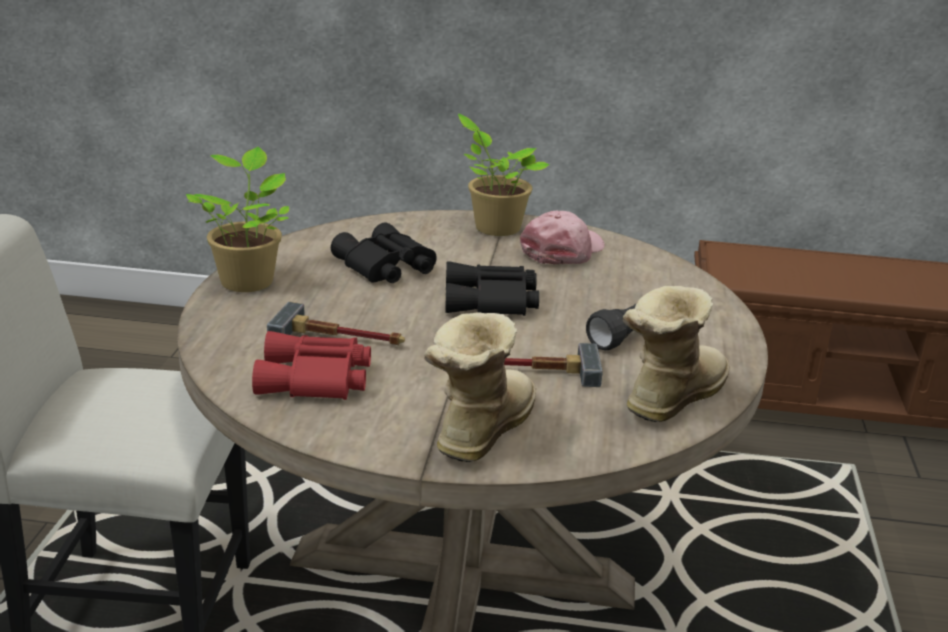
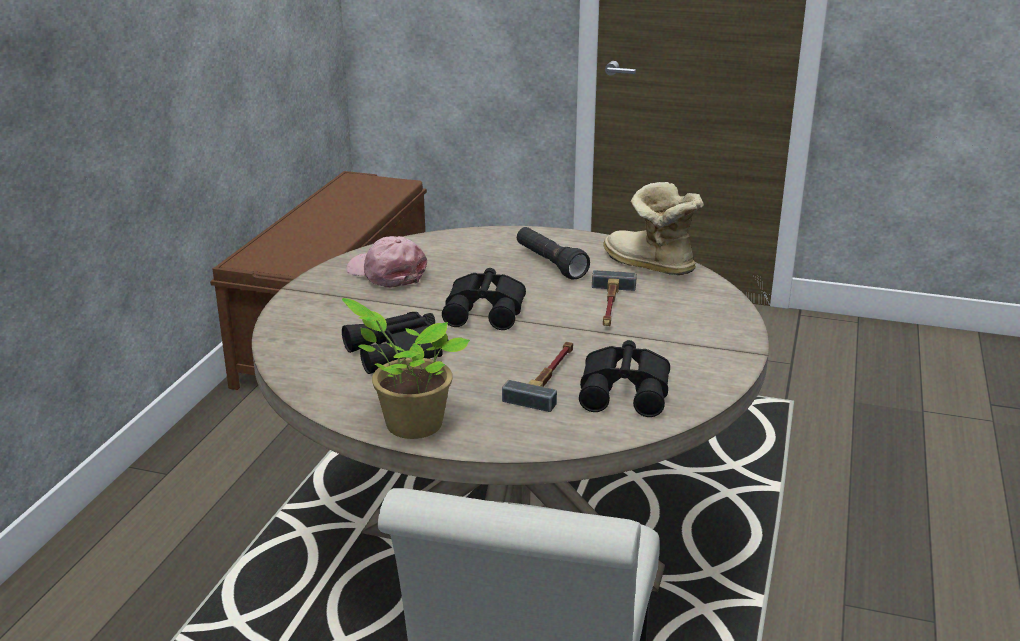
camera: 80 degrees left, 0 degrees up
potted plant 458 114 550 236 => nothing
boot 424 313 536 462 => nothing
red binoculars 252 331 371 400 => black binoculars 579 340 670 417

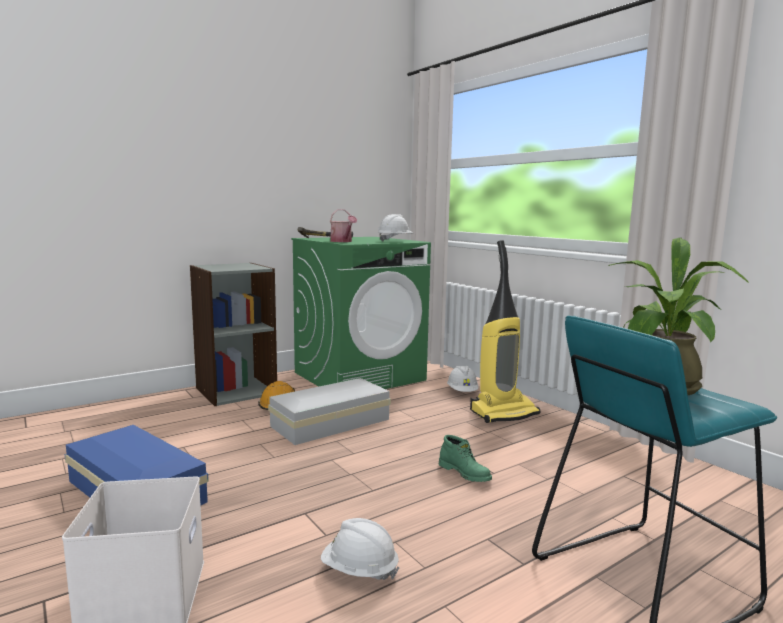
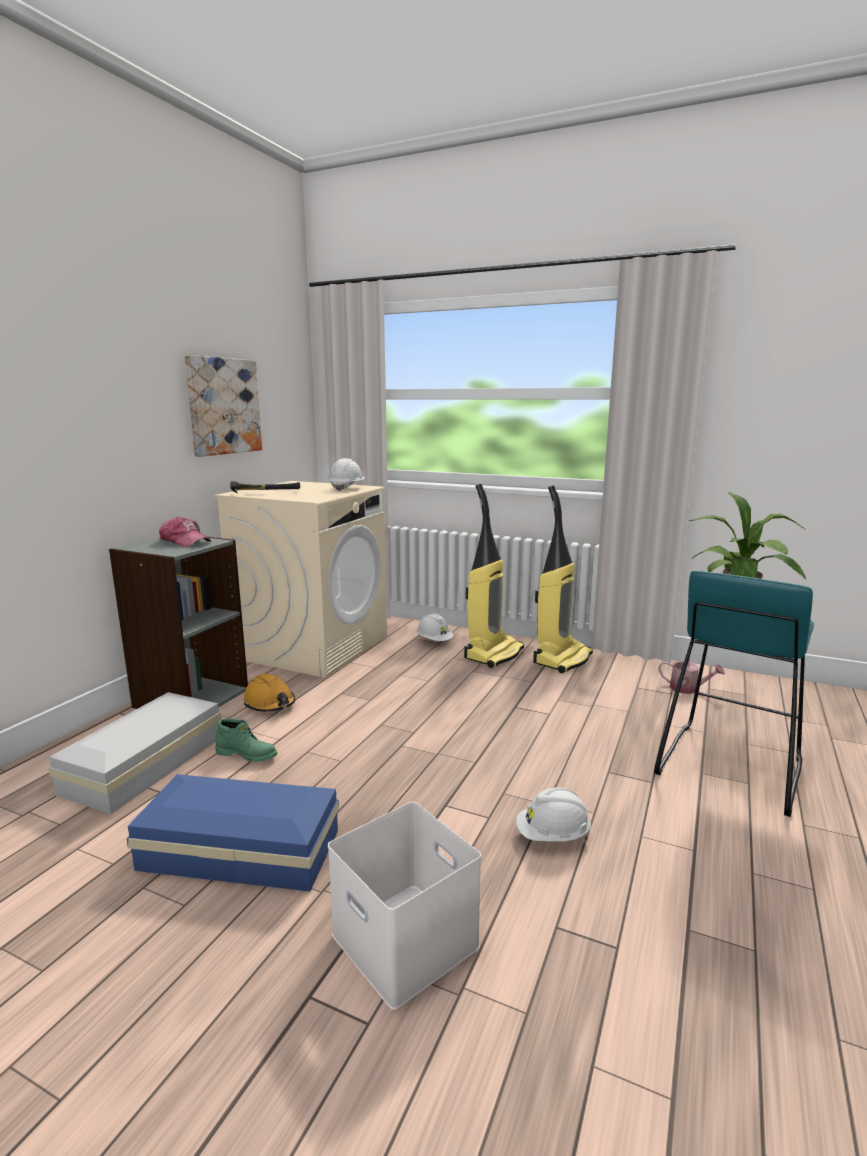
camera: 30 degrees left, 5 degrees up
watering can 330 209 357 242 => watering can 659 652 725 694, moved
green washing machine 291 237 431 389 => beige washing machine 214 481 387 678
white storage box 268 378 391 445 => white storage box 48 692 222 814, moved
green boot 439 435 492 482 => green boot 215 718 277 762, moved
nothing => picture 185 355 262 457
nothing => vacuum cleaner 533 485 593 673
nothing => cap 159 516 211 547

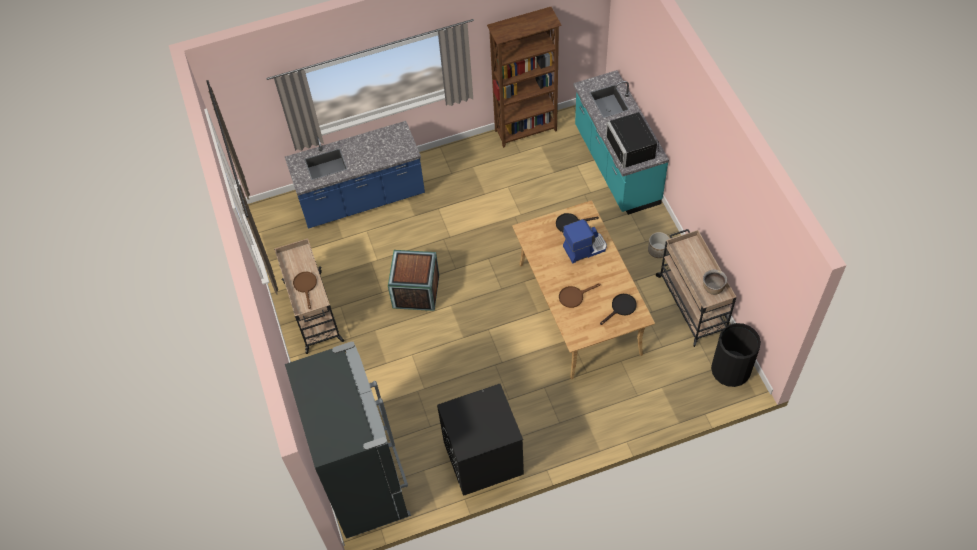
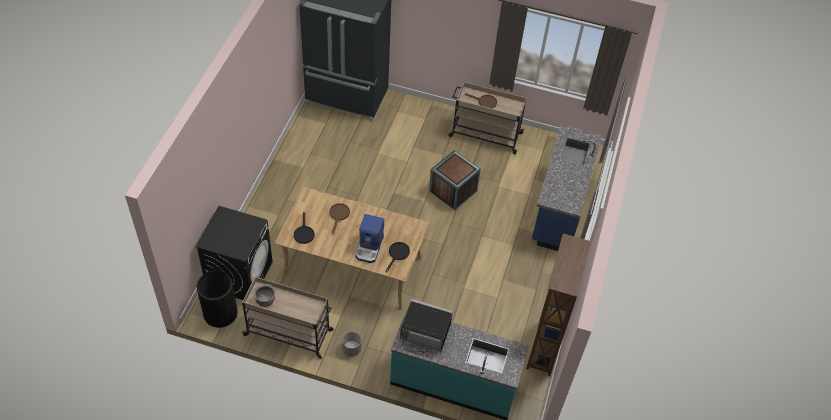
camera: 120 degrees right, 5 degrees down
black washing machine 437 384 524 496 => black washing machine 195 206 273 300, moved

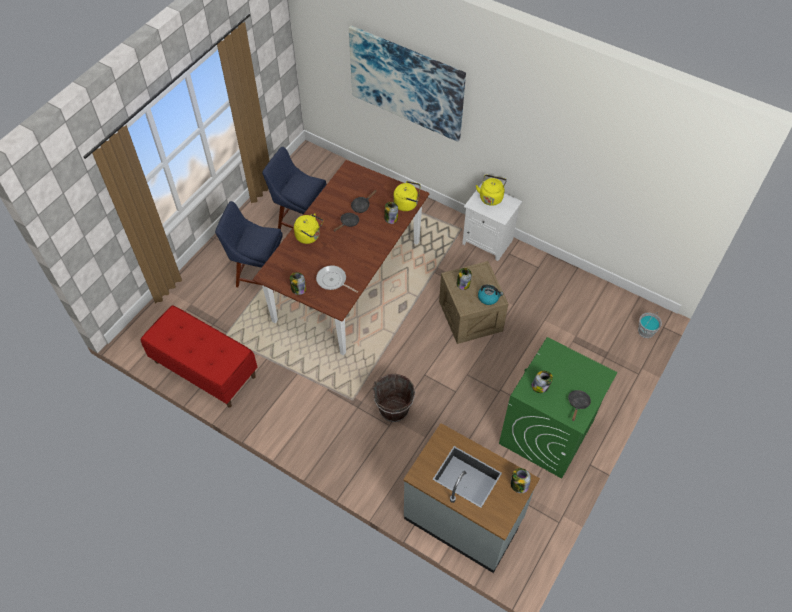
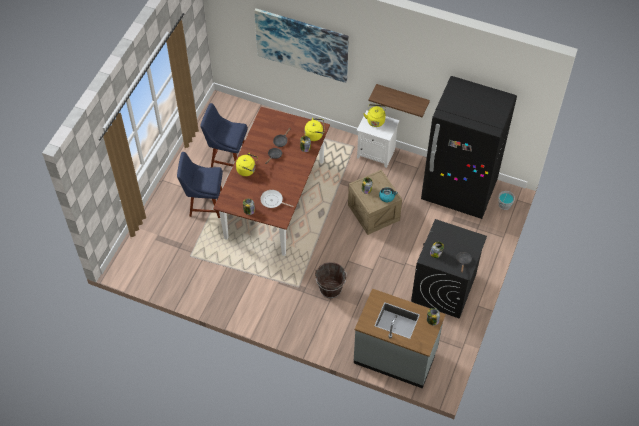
camera: 10 degrees left, 0 degrees up
red bench 141 305 258 408 => nothing
green washing machine 499 337 618 479 => black washing machine 411 219 487 319
nothing => black fridge 421 76 517 219
nothing => shelf 369 84 430 117

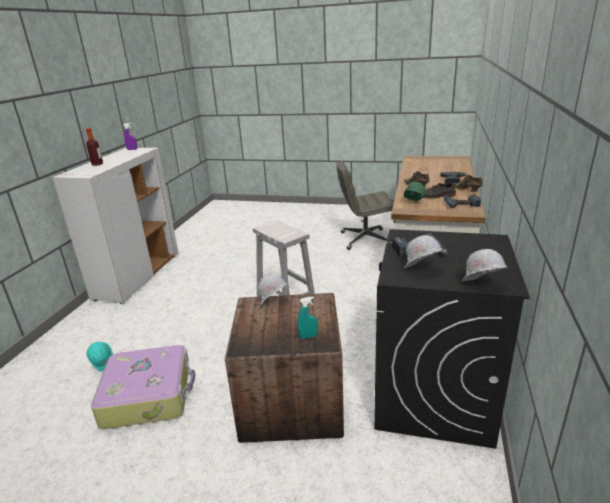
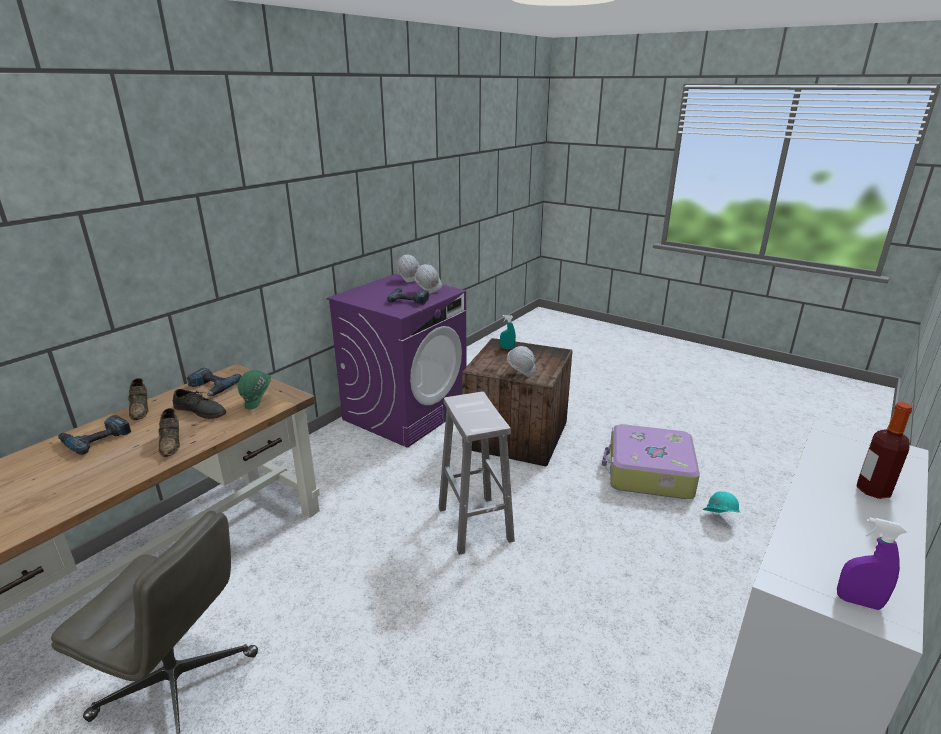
camera: 160 degrees left, 0 degrees up
black washing machine 374 229 530 449 => purple washing machine 327 274 466 448

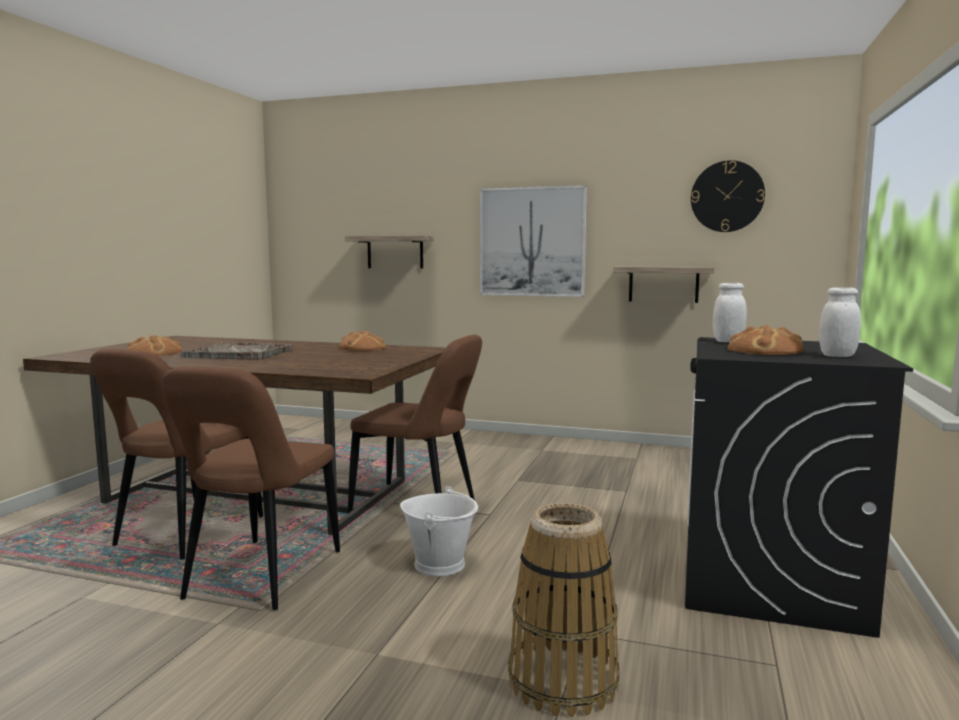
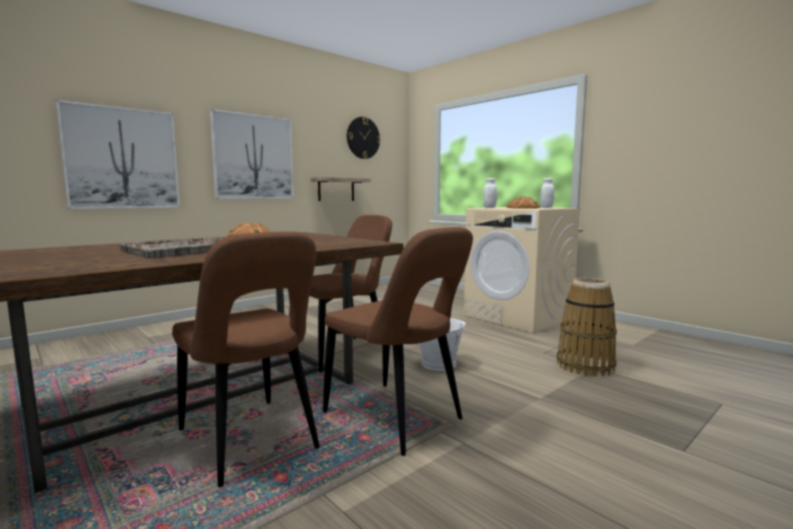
camera: 60 degrees left, 0 degrees up
shelf 345 235 434 269 => picture 56 100 180 209
bread 127 335 182 356 => nothing
black washing machine 685 337 913 638 => beige washing machine 464 207 581 333

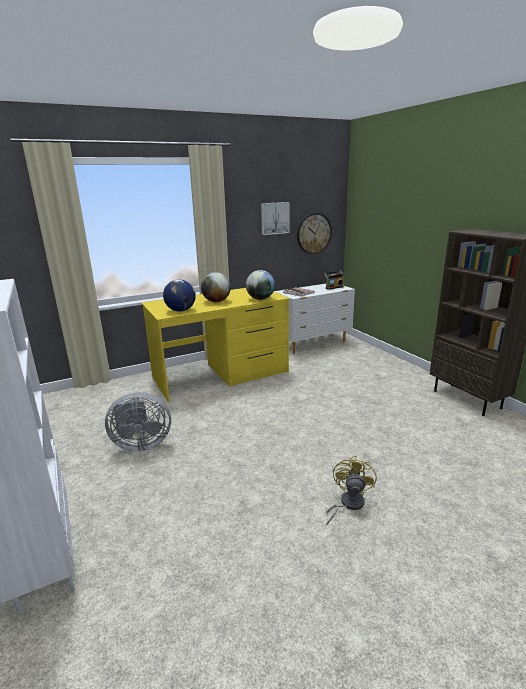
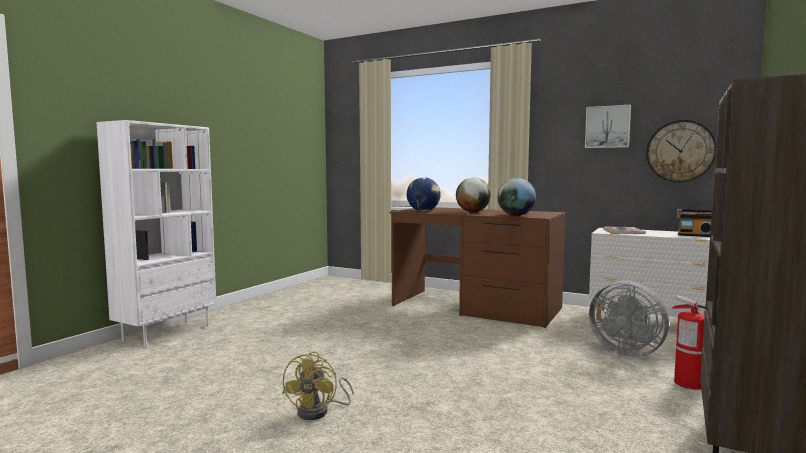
camera: 55 degrees right, 15 degrees down
yellow desk 141 288 290 402 => brown desk 390 207 566 328
grey fan 105 392 171 451 => grey fan 589 281 669 357, moved
yellow fan 326 456 377 525 => yellow fan 282 351 353 420, 120 degrees clockwise
nothing => fire extinguisher 672 295 705 390

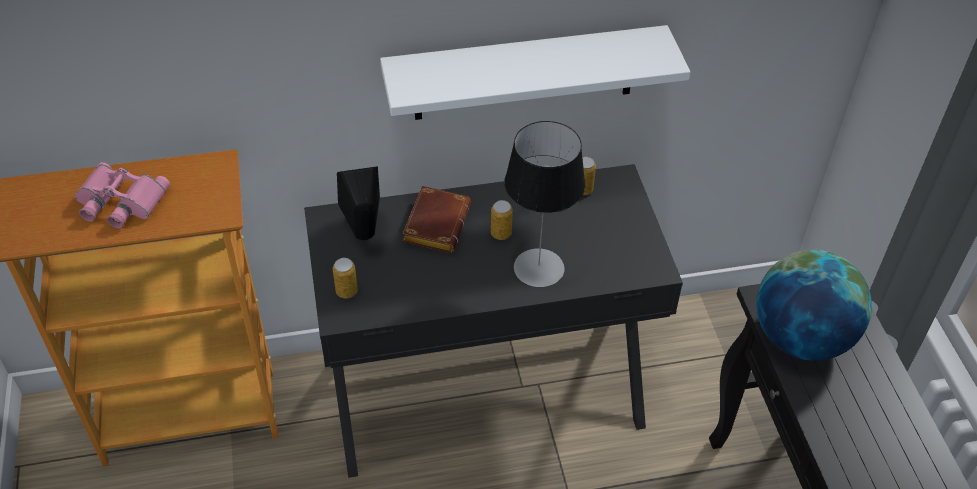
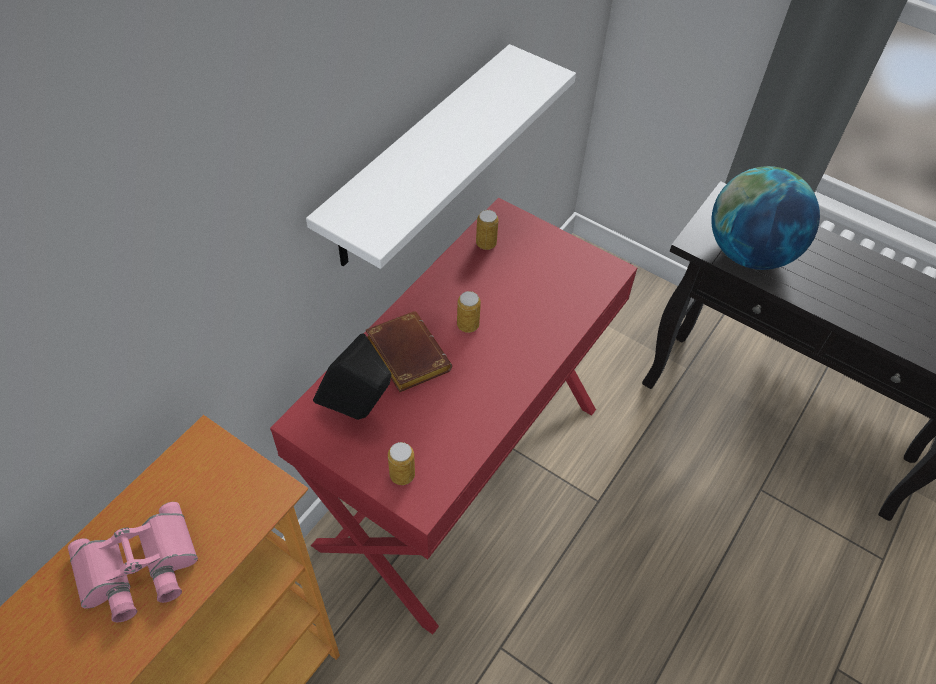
camera: 45 degrees left, 5 degrees up
table lamp 504 121 586 287 => nothing
black desk 304 164 683 478 => red desk 270 198 637 635

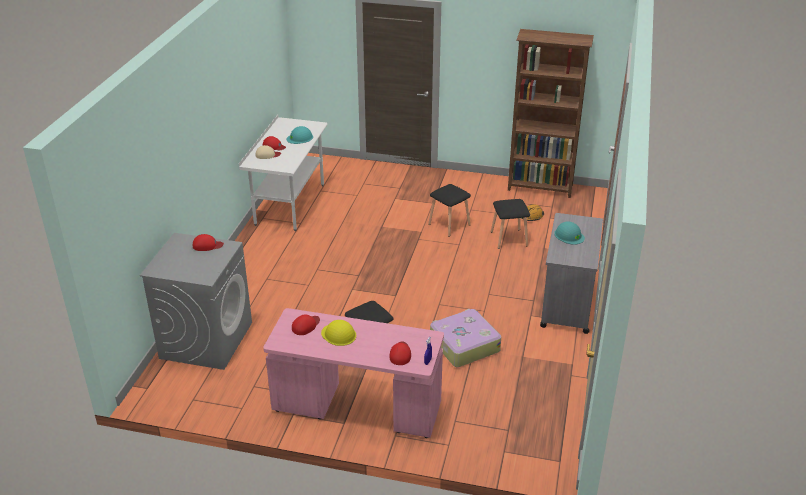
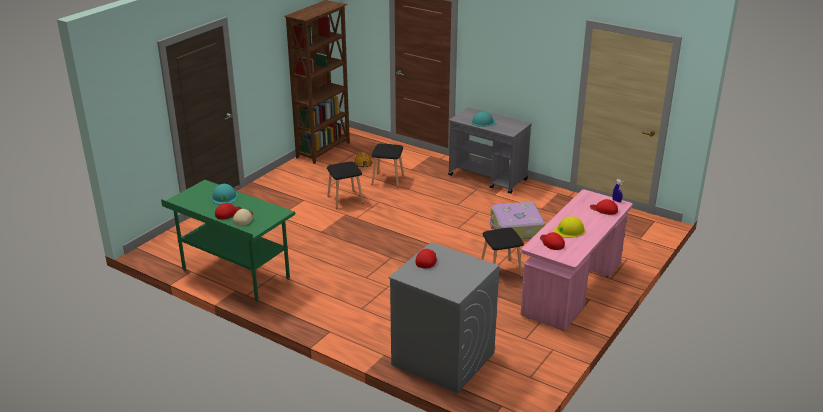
camera: 70 degrees left, 5 degrees down
white desk 239 115 328 231 => green desk 161 180 295 303

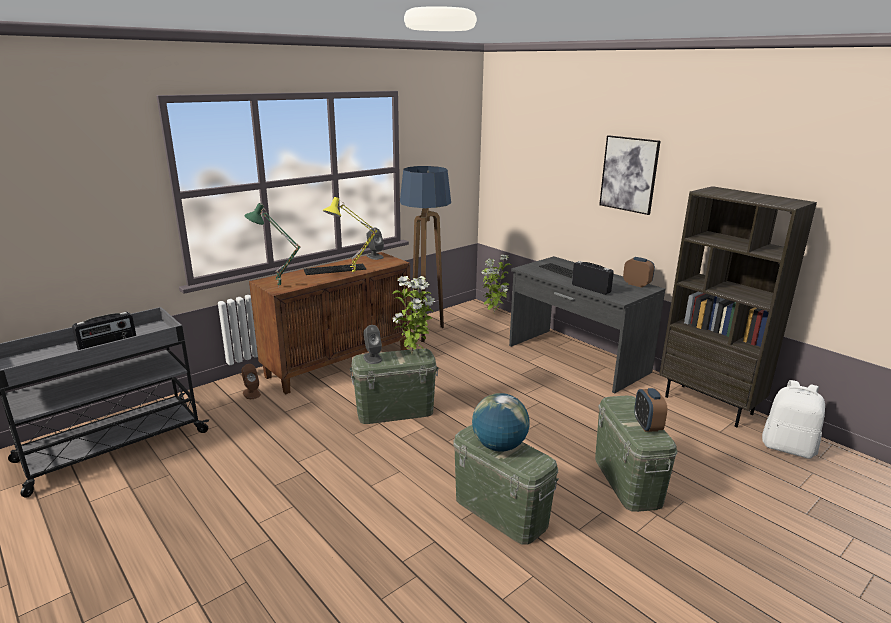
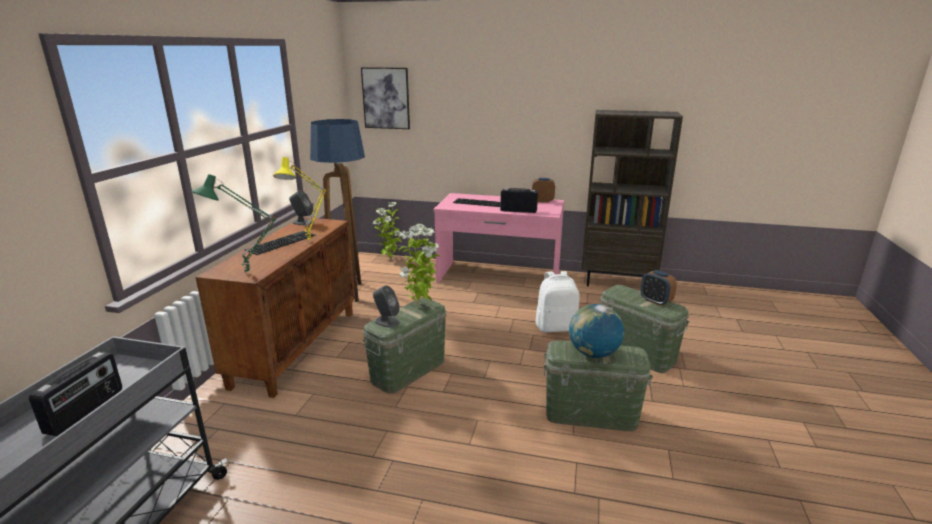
camera: 35 degrees left, 0 degrees up
picture 599 135 661 215 => picture 361 67 410 129, moved
grey desk 509 256 665 393 => pink desk 434 193 564 283
brown speaker 241 364 261 399 => nothing
white backpack 762 380 825 459 => white backpack 536 271 580 332, moved

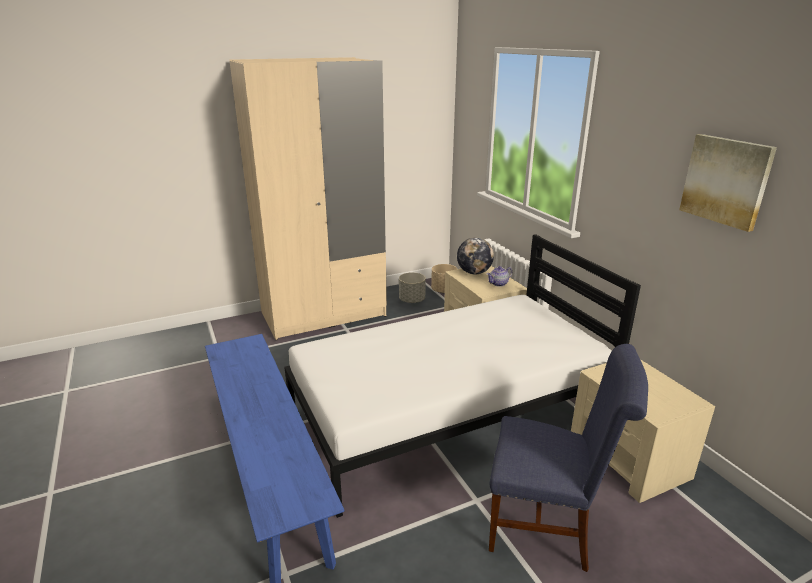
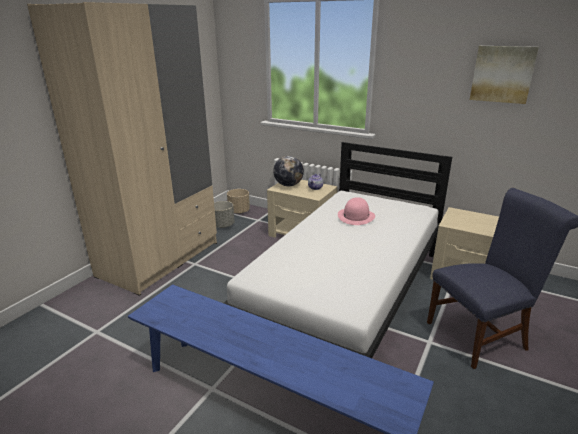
camera: 35 degrees left, 0 degrees up
nothing => pink hat 338 197 375 225

